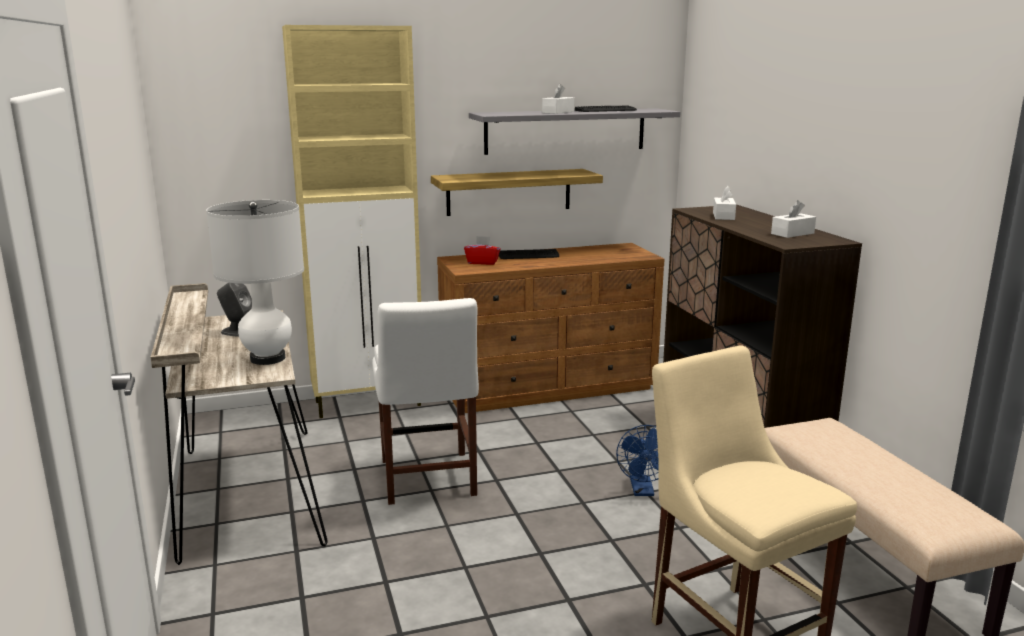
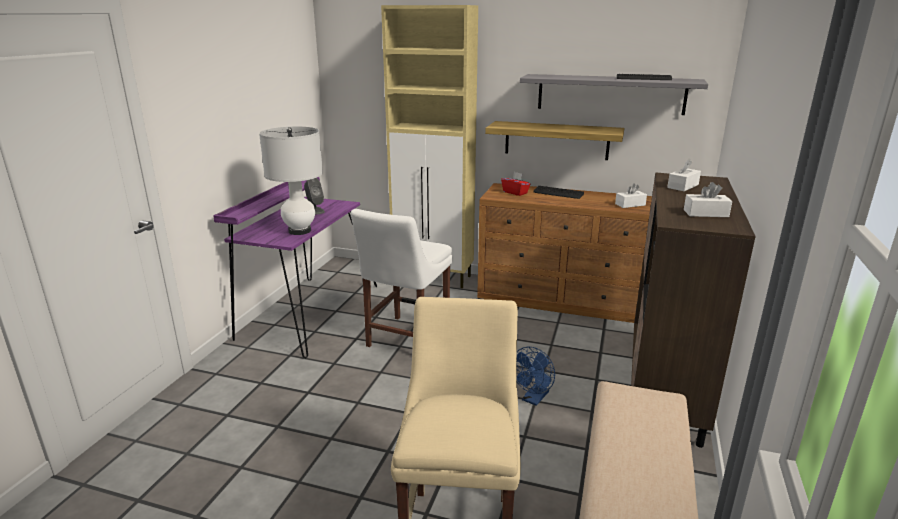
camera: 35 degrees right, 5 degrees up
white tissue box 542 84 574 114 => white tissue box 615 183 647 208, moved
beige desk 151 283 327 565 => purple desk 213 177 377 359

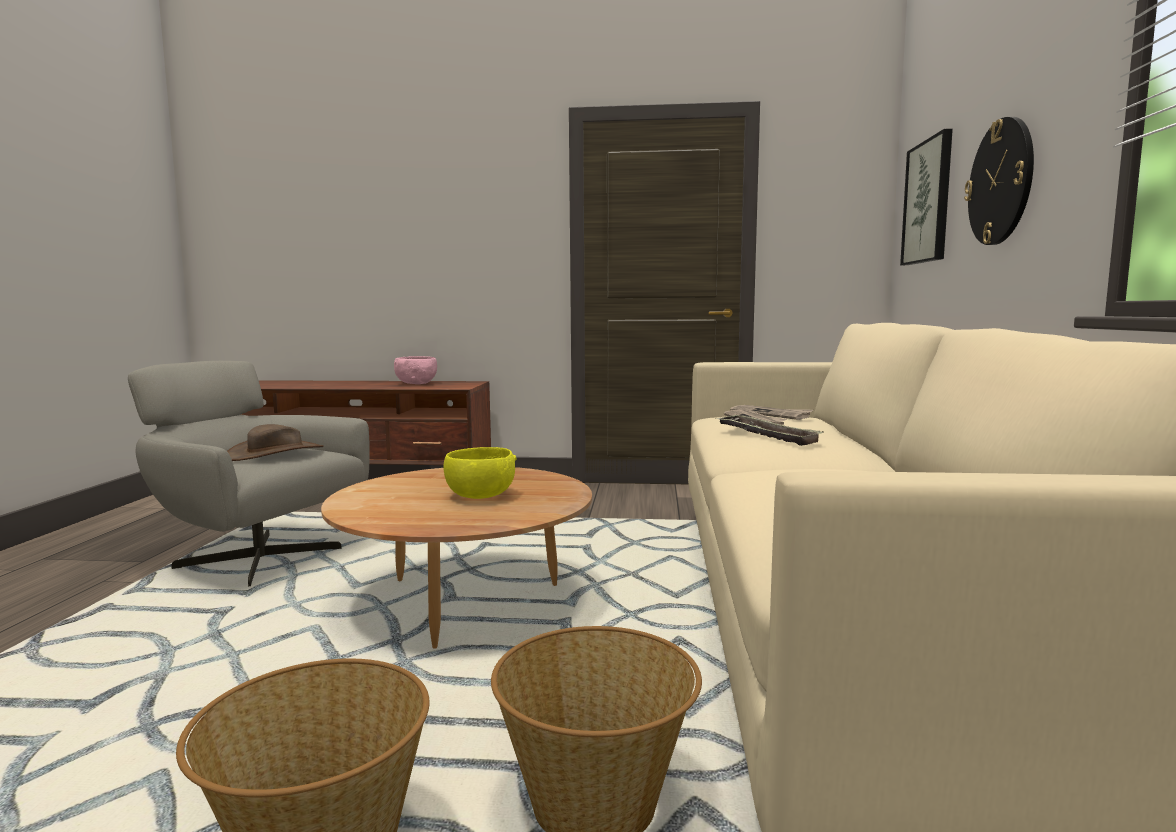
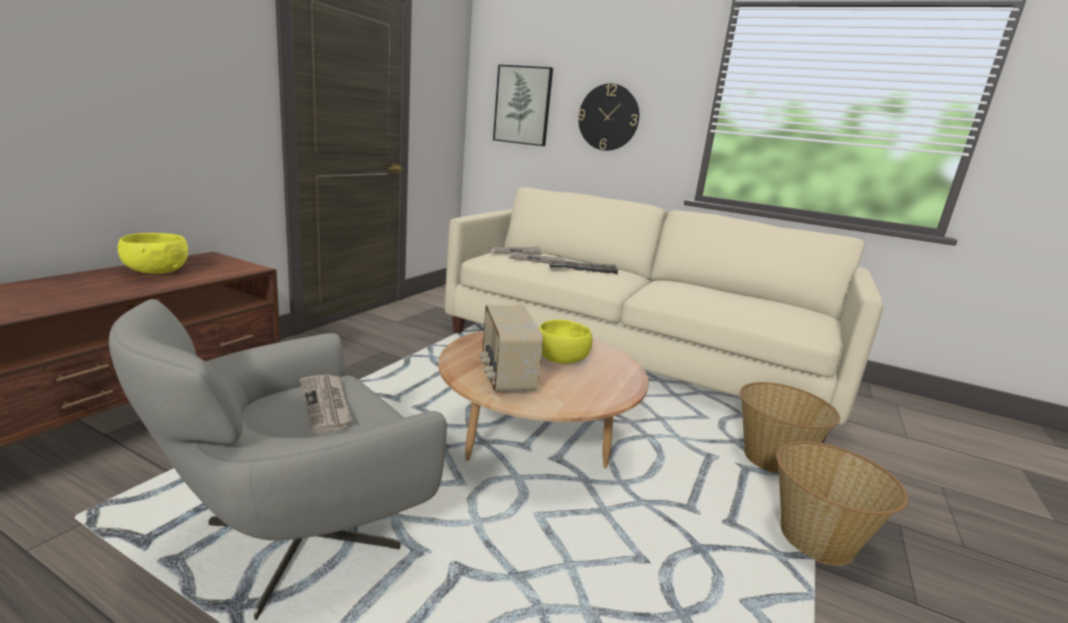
camera: 70 degrees left, 10 degrees up
pink bowl 394 356 437 384 => yellow bowl 117 233 188 274
brown hat 227 424 324 461 => newspaper 300 374 352 433
nothing => radio 480 305 543 392

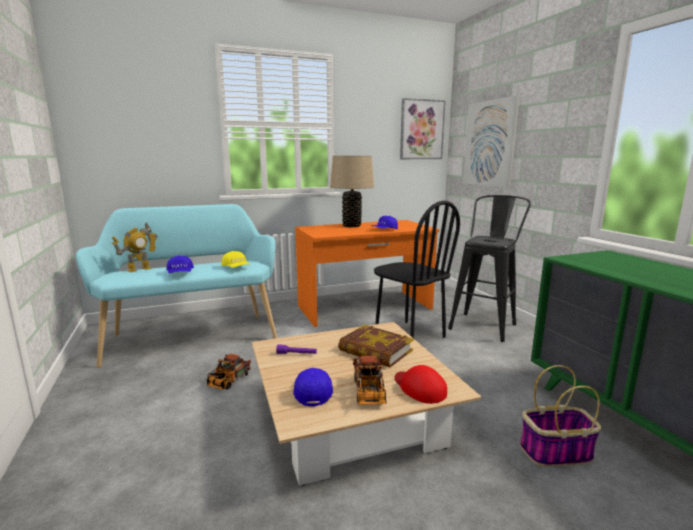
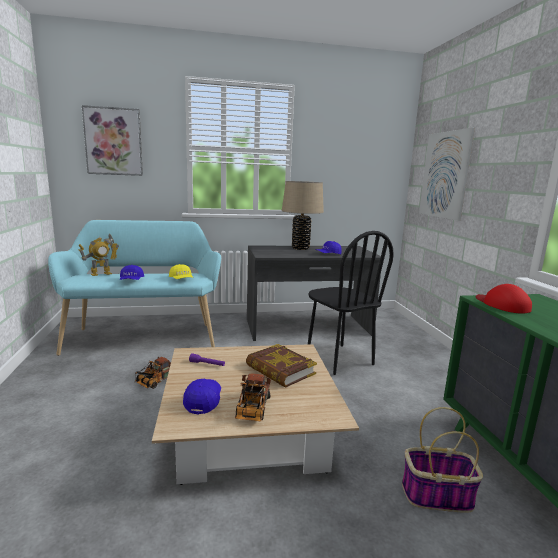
camera: 10 degrees right, 0 degrees up
picture 400 98 445 159 => picture 82 105 143 176, moved
black stool 448 195 531 342 => nothing
orange desk 295 220 440 327 => grey desk 247 246 381 341
red cap 394 365 447 404 => red cap 476 284 532 314, moved

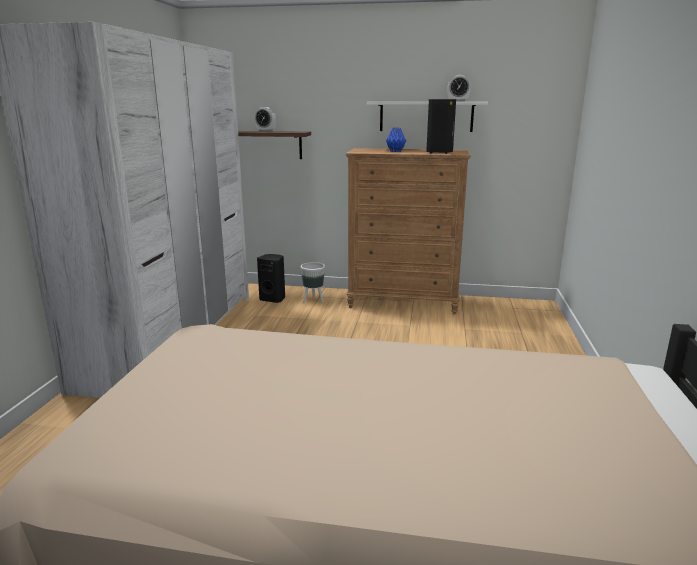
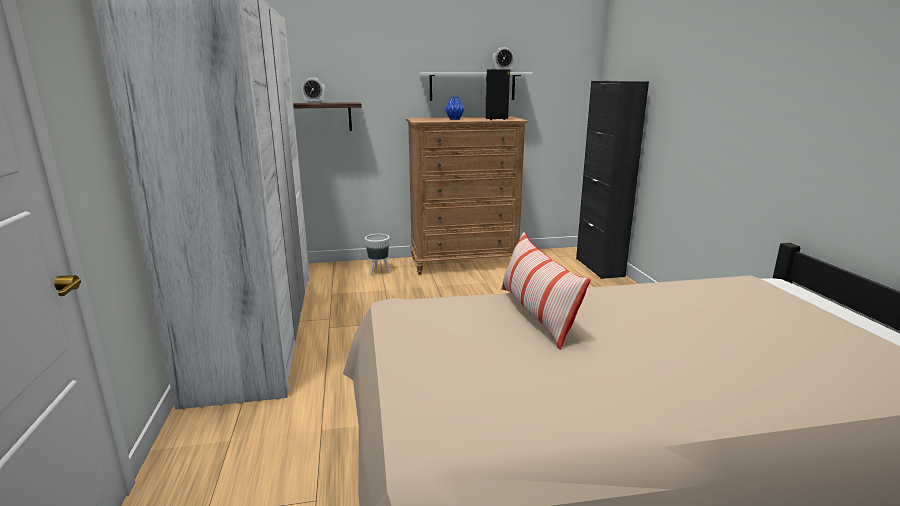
camera: 20 degrees left, 0 degrees up
black speaker 257 254 285 303 => nothing
nothing => black cabinet 576 81 649 279
nothing => pillow 501 232 591 350

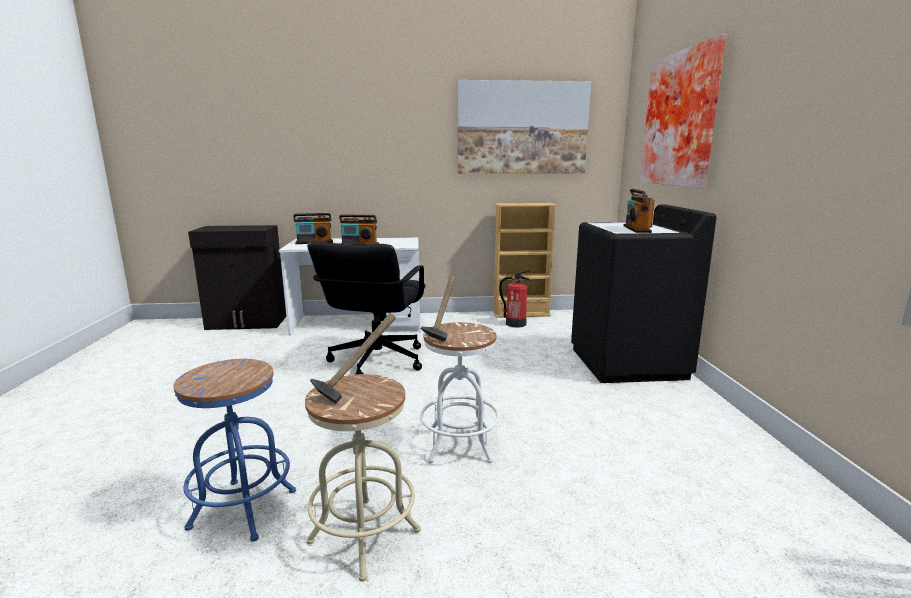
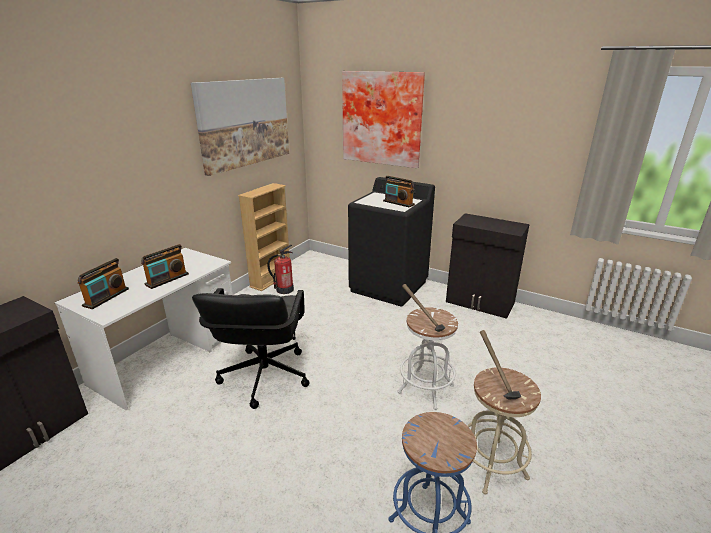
camera: 55 degrees left, 10 degrees up
black office chair 307 241 426 375 => black office chair 192 288 310 409, 45 degrees clockwise
nothing => black cabinet 446 213 530 319

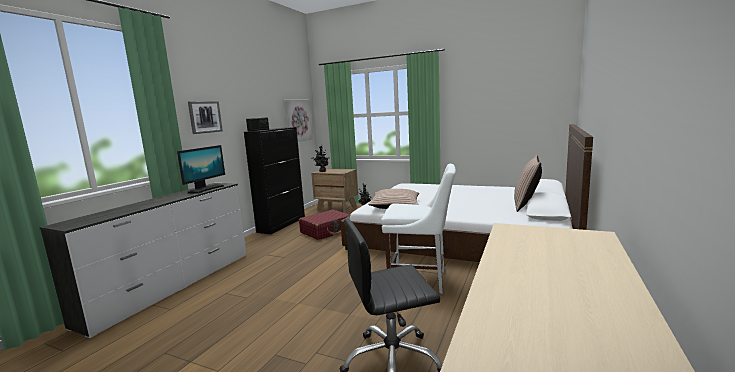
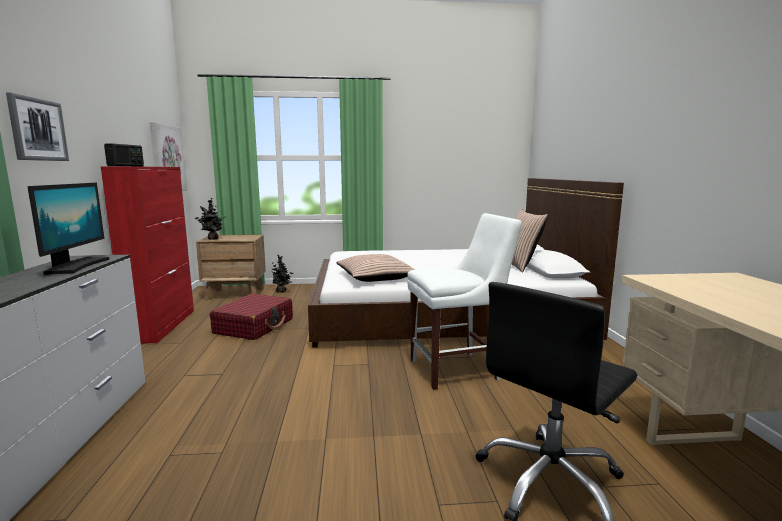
camera: 30 degrees left, 0 degrees up
black cabinet 244 127 305 234 => red cabinet 101 166 194 344

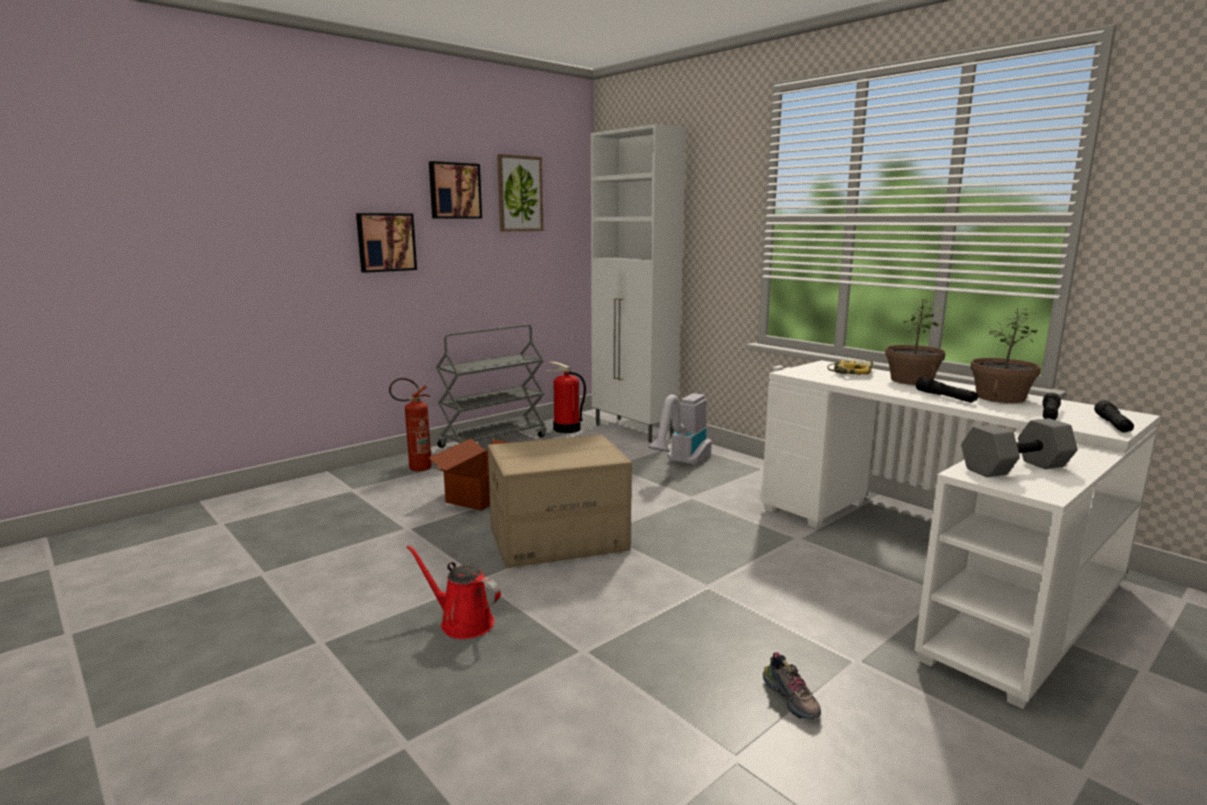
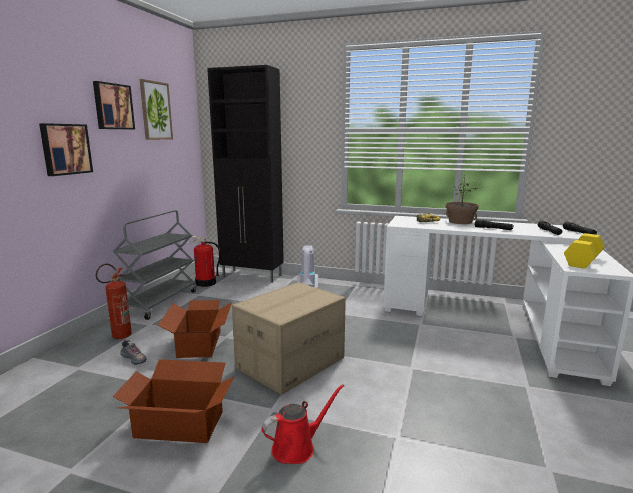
camera: 30 degrees left, 0 degrees up
white cabinet 591 124 686 443 => black cabinet 207 65 284 283
potted plant 971 308 1041 403 => nothing
grey dumbbell 961 418 1078 477 => yellow dumbbell 564 233 605 269
red watering can 407 545 501 639 => red watering can 262 384 344 464, 150 degrees clockwise
shoe 763 652 821 719 => shoe 120 339 147 365, moved
nothing => cardboard box 113 359 234 443

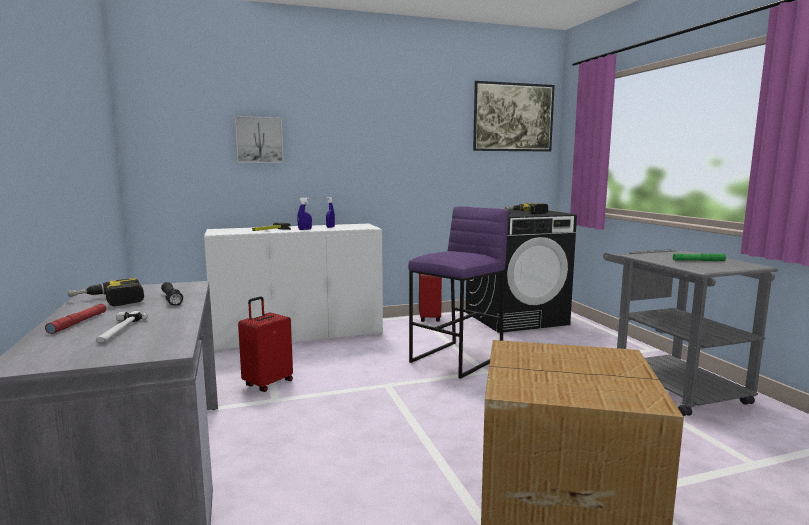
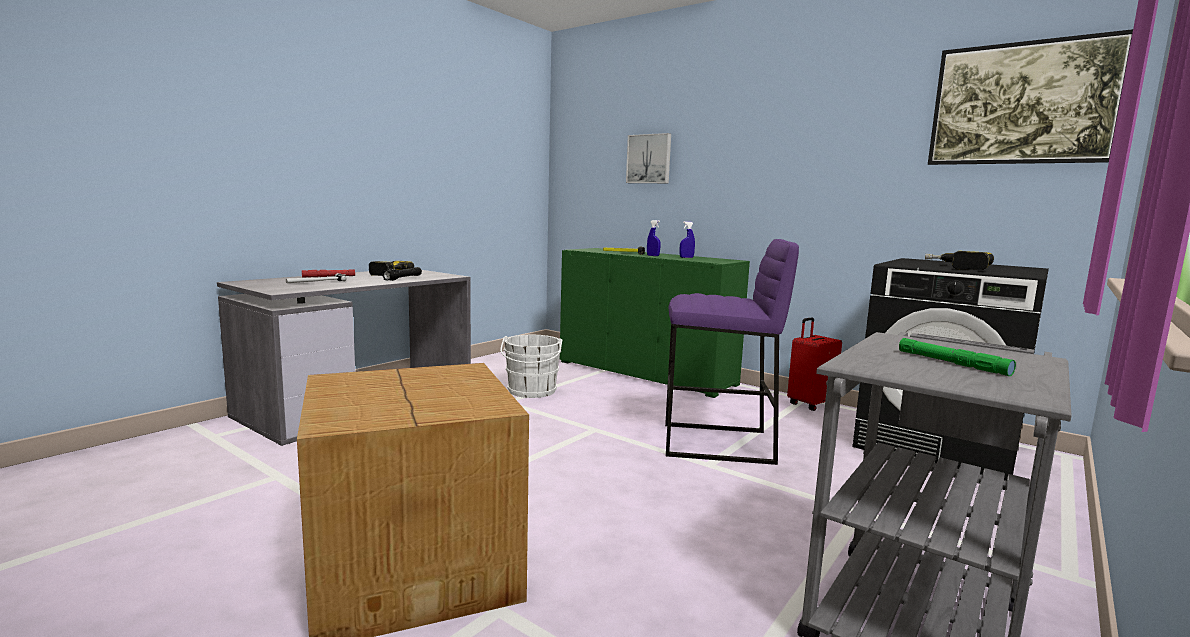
camera: 55 degrees right, 0 degrees up
white cabinet 204 224 383 352 => green cabinet 560 248 750 398
red suitcase 238 296 293 392 => white bucket 500 335 562 398

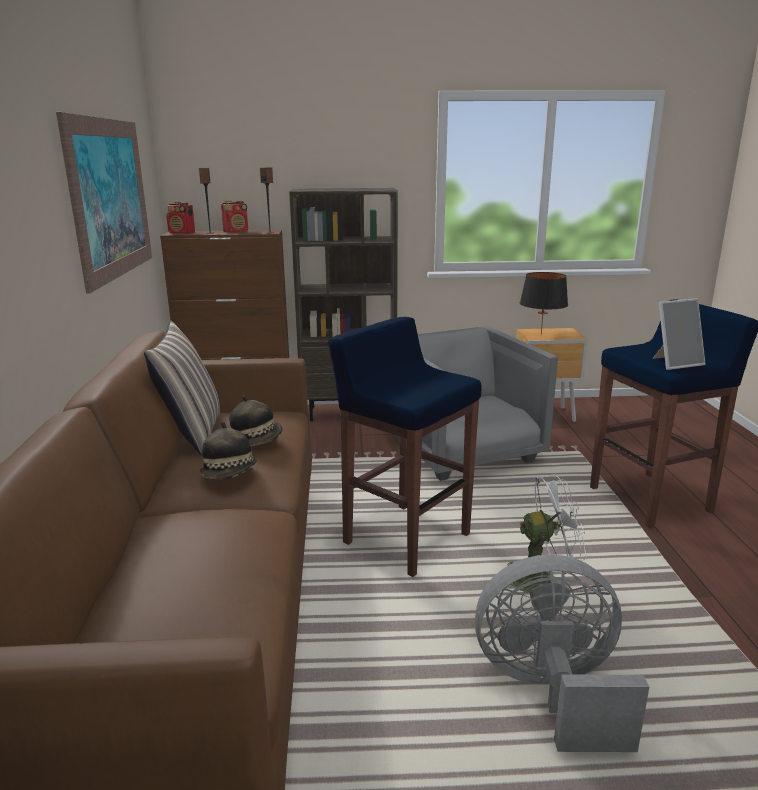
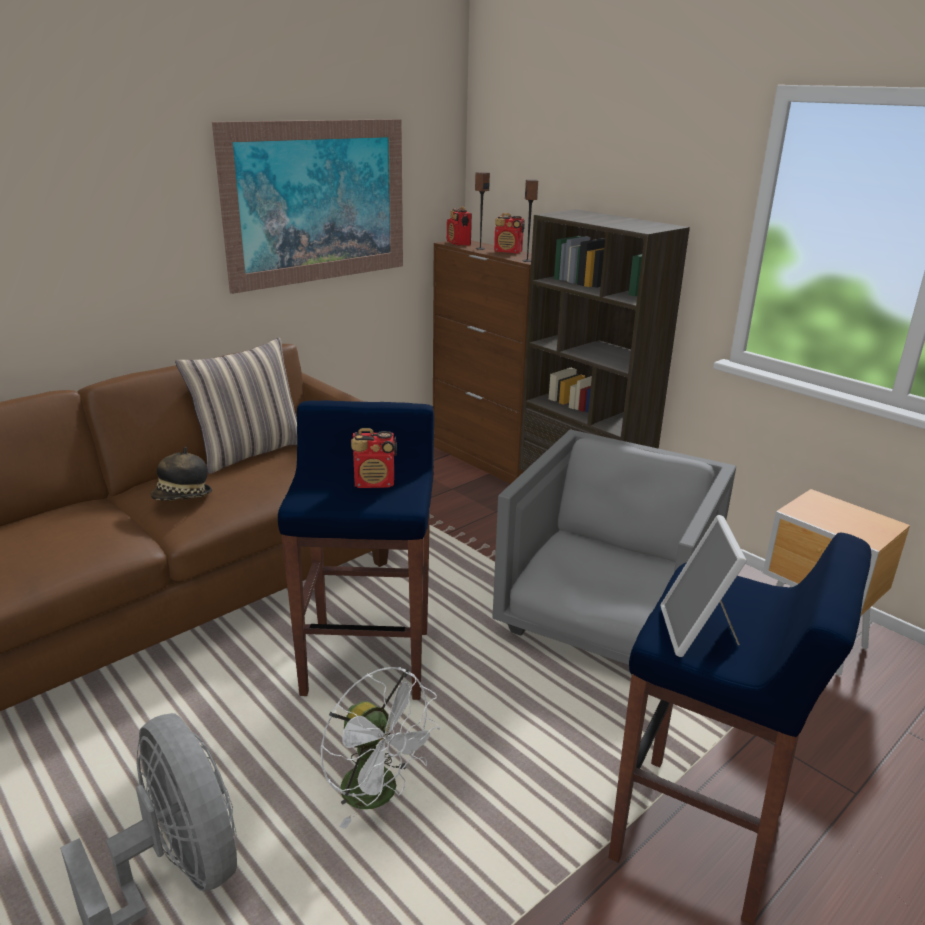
camera: 50 degrees right, 5 degrees up
black table lamp 520 272 568 334 => nothing
picture frame 653 298 705 370 => picture frame 661 515 747 657, 60 degrees clockwise
hat 229 396 283 446 => nothing
nothing => radio 351 428 397 488

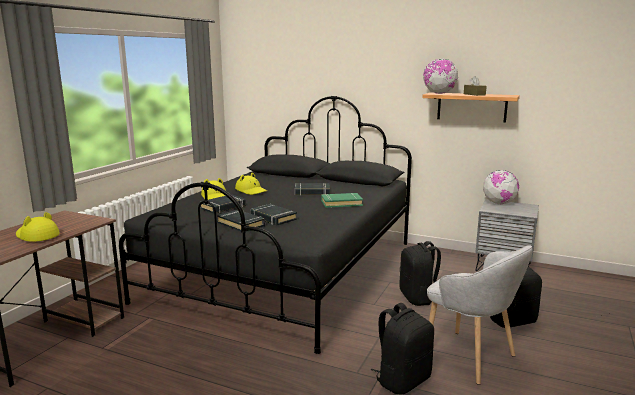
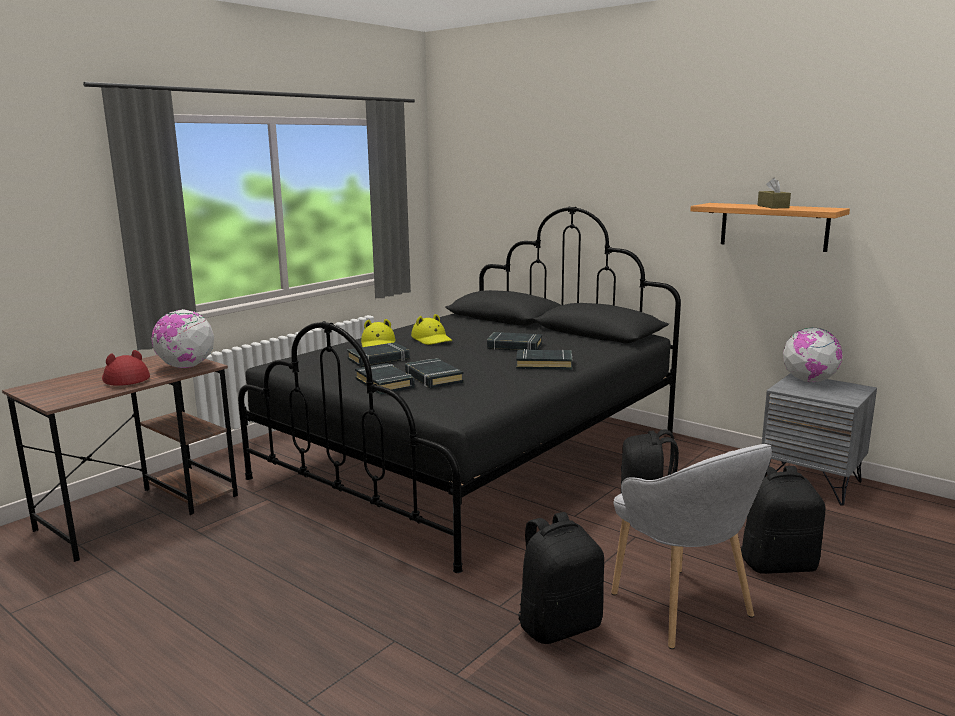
camera: 15 degrees right, 0 degrees up
globe 423 59 458 94 => globe 151 309 214 368, moved
green book 321 193 363 208 => black book 516 349 572 370
yellow hat 16 212 60 242 => red hat 102 350 150 386

